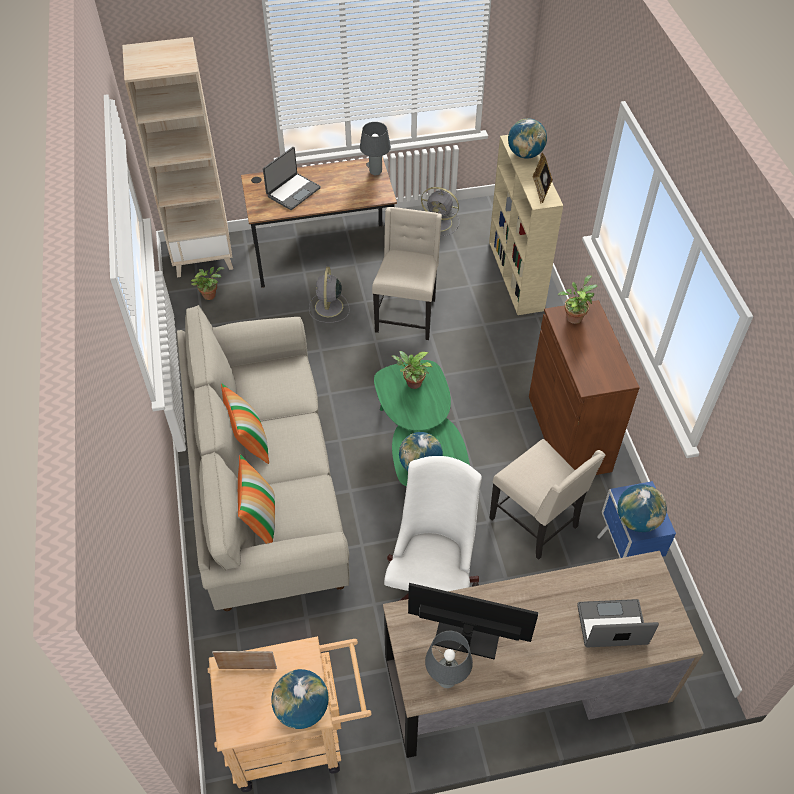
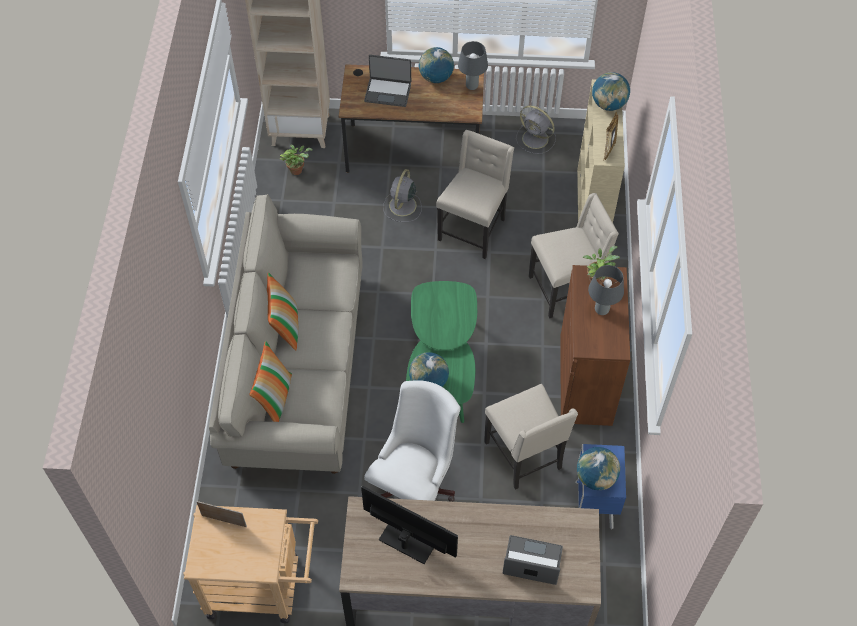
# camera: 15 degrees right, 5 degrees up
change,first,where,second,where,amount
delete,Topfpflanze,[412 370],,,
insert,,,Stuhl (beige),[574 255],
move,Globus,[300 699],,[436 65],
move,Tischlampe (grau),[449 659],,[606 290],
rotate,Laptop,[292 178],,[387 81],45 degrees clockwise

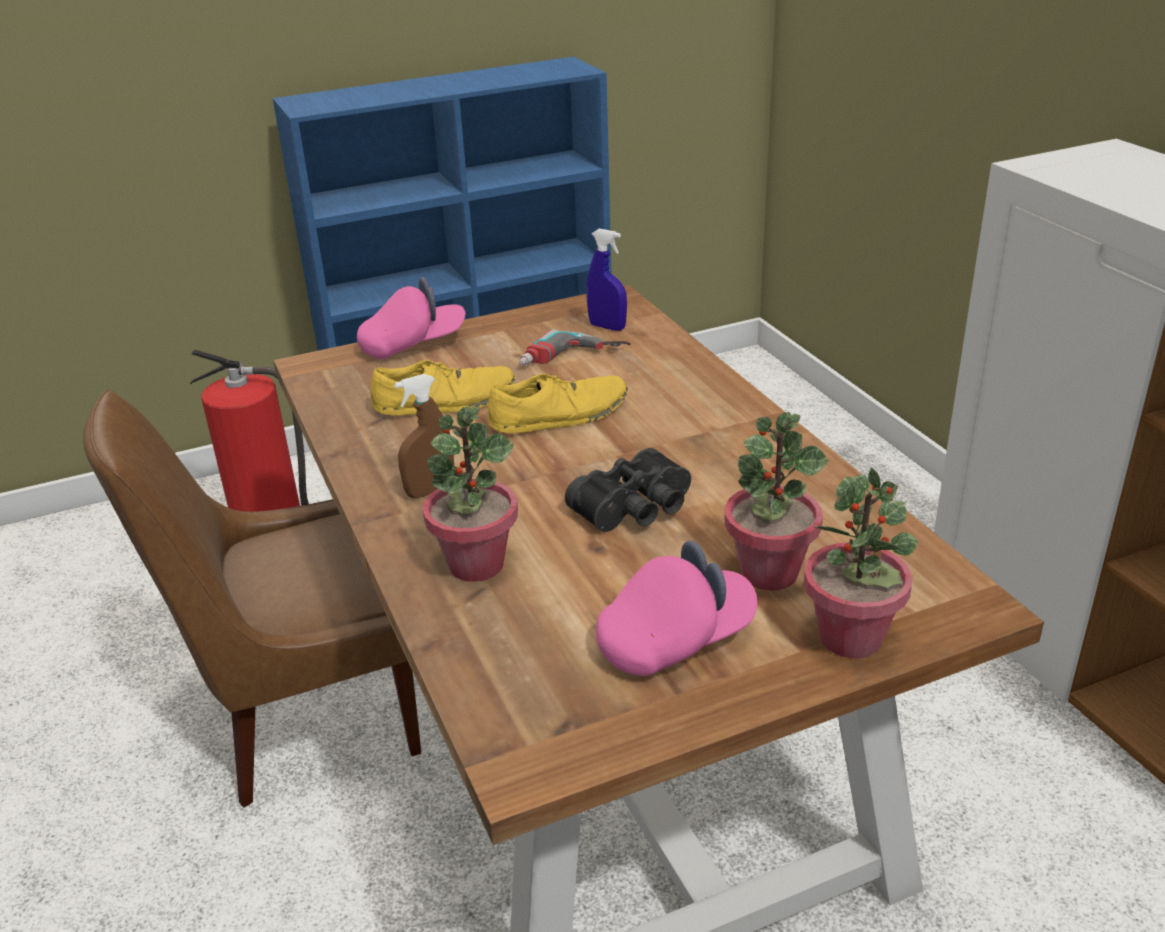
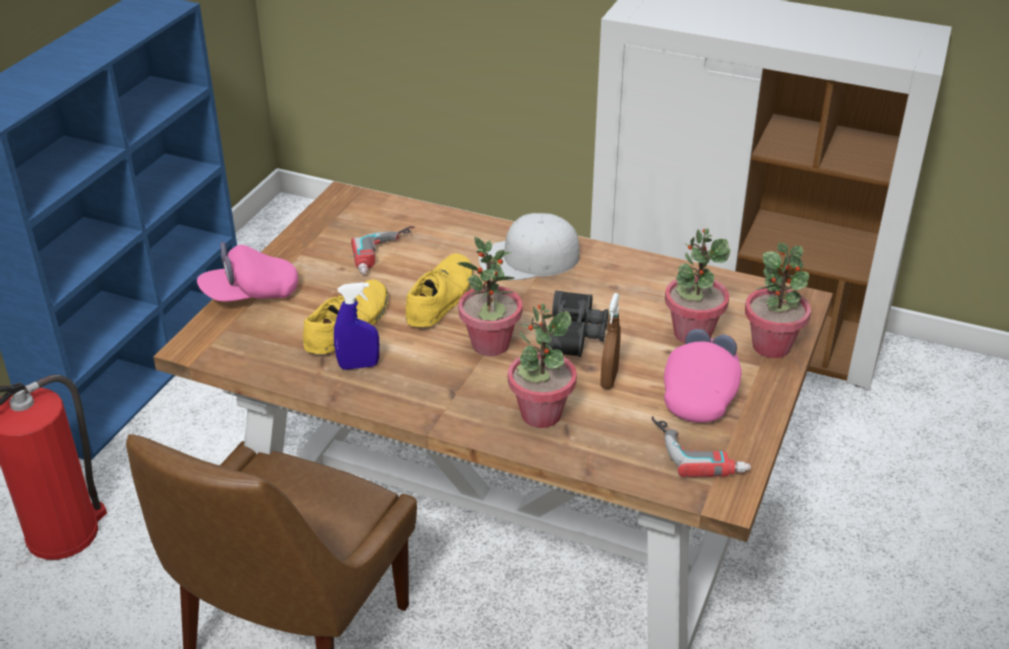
# camera: 45 degrees left, 5 degrees up
change,first,where,second,where,amount
insert,,,Topfpflanze,[489 296],
insert,,,Kappe (weiß),[529 246],
insert,,,Bohrmaschine,[701 446],
move,Sprühflasche (braun),[424 436],,[610 341],
move,Sprühflasche (blau),[607 280],,[357 326],
rotate,Kappe (rosa),[411 318],,[247 272],135 degrees counterclockwise

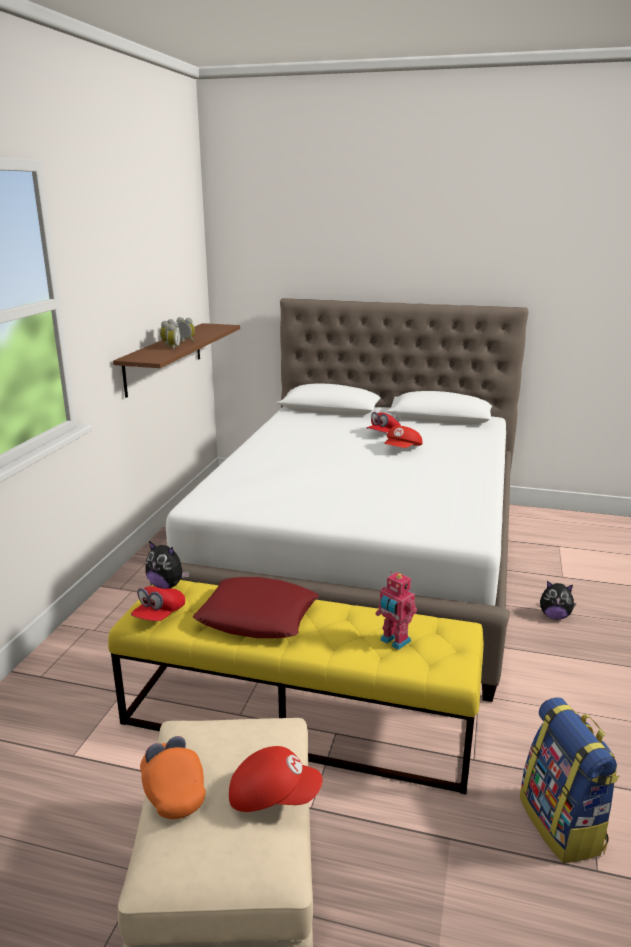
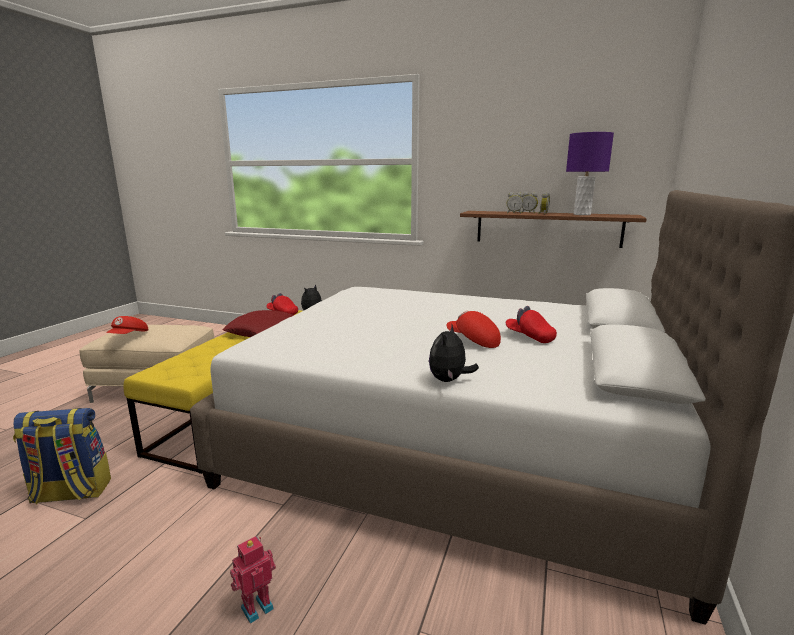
# camera: 95 degrees right, 5 degrees down
change,first,where,second,where,amount
delete,Kappe (orange),[173 777],,,
insert,,,Tischlampe (lila),[590 173],
move,Spielzeugroboter,[396 610],,[253 580],
move,Plüschtier,[558 600],,[454 353],

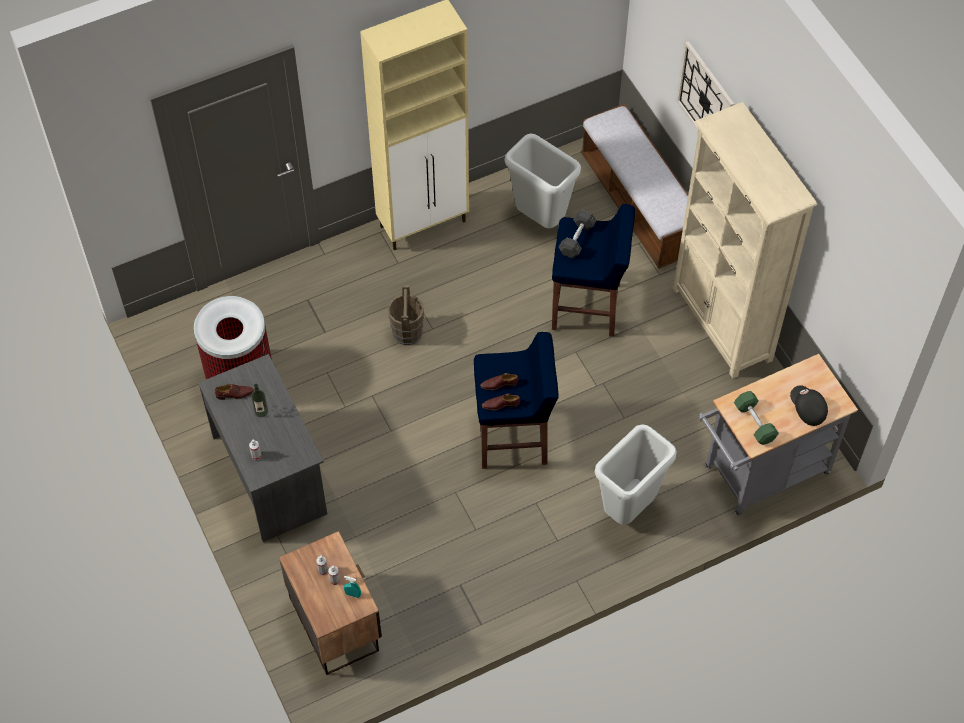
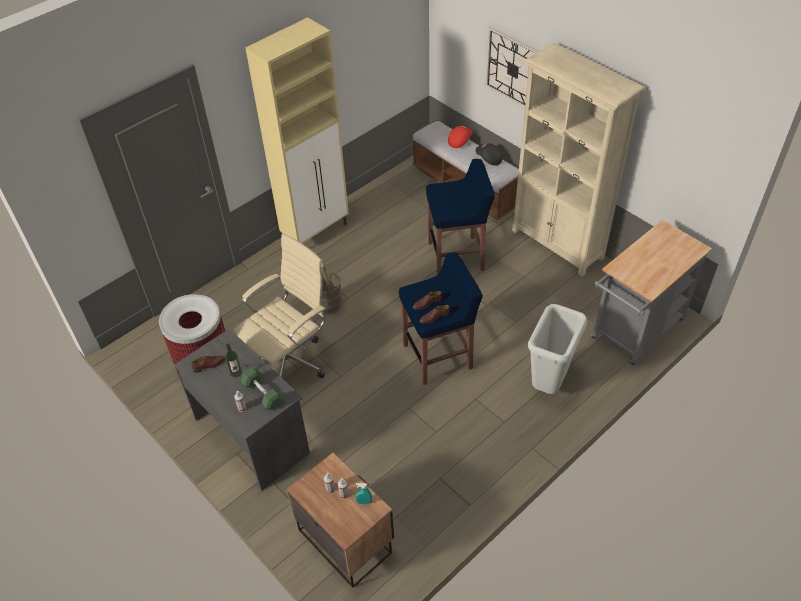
# camera: 15 degrees left, 10 degrees down
change,first,where,second,where,amount
delete,Mülleimer (grau),[543 181],,,
delete,Hantel (grau),[577 234],,,
insert,,,Bürostuhl (beige),[279 306],
insert,,,Kappe (rot),[460 137],
move,Hantel (grün),[756 418],,[262 388],
move,Kappe (schwarz),[809 405],,[489 154],

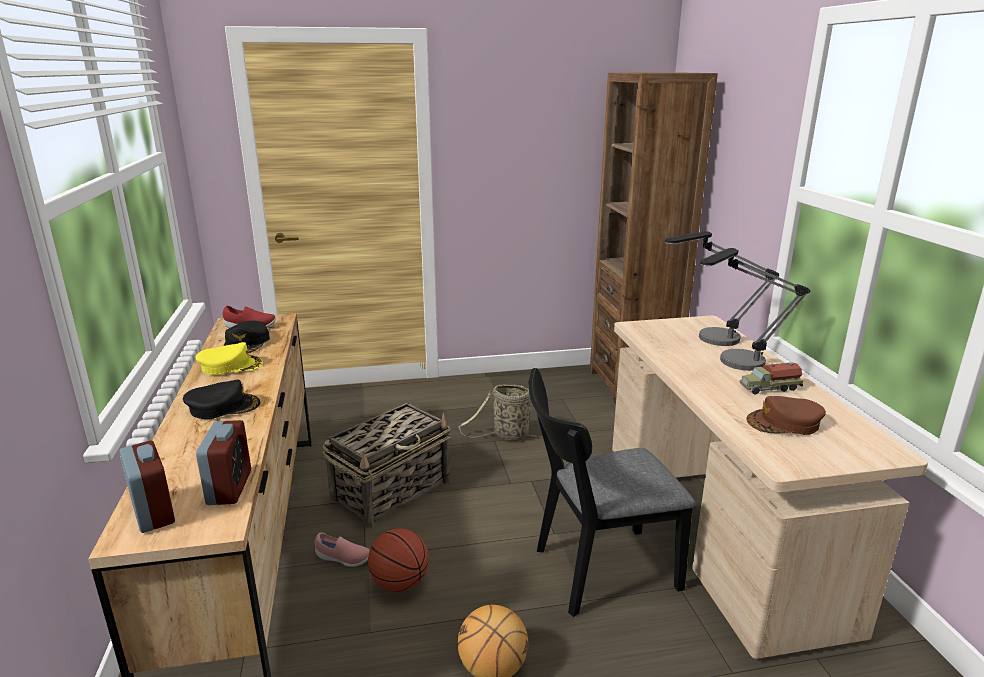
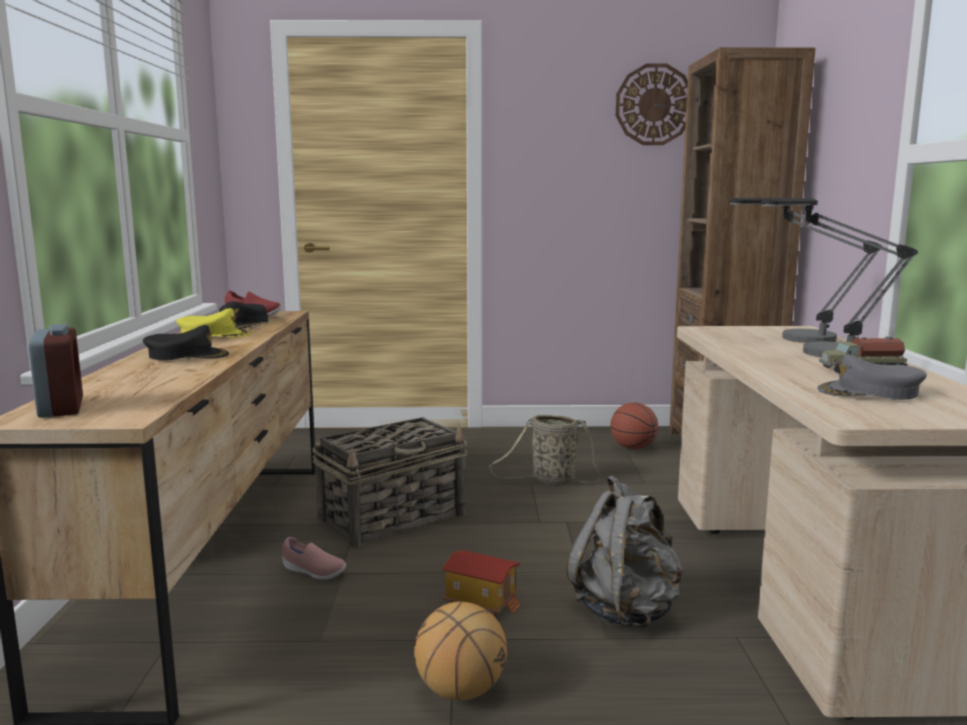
# camera: 10 degrees right, 10 degrees down
change,first,where,second,where,amount
delete,Wecker,[223 462],,,
insert,,,Spielzeughaus,[481 583],
insert,,,Wanduhr,[652 104],
move,Basketball,[398 560],,[634 426],
replace,Stuhl (schwarz),[612 492],Rucksack (grau),[625 551],
recolor,Kappe (braun),[786 415],Kappe (grau),[872 377],

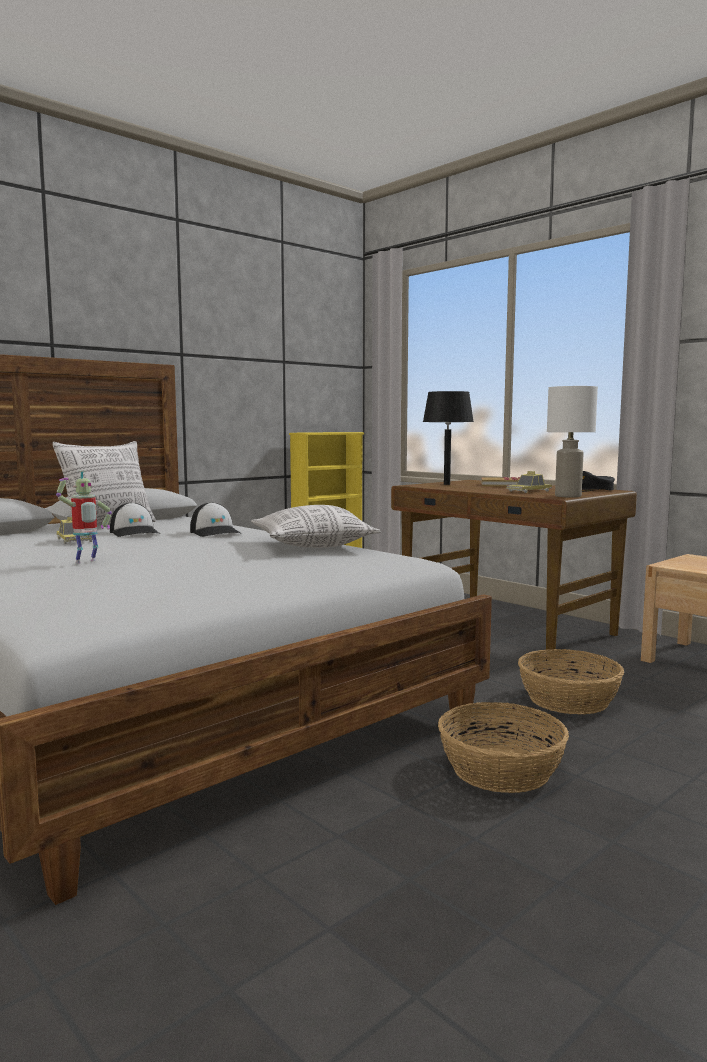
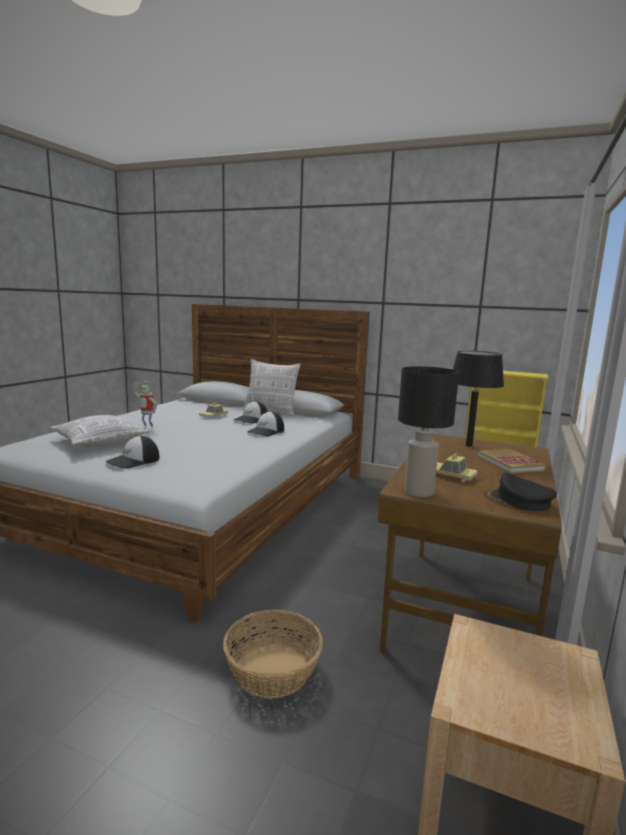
# camera: 65 degrees right, 5 degrees up
change,first,where,second,where,amount
delete,Korb,[503 747],,,
insert,,,Kappe,[132 452],
move,Kissen,[316 526],,[99 431],
recolor,Tischlampe (weiß),[572 442],Tischlampe (schwarz),[428 431],

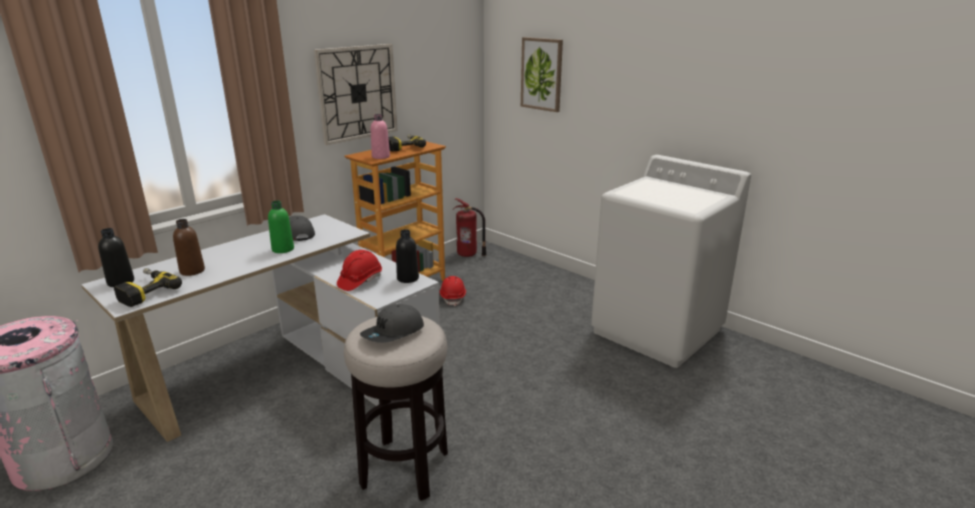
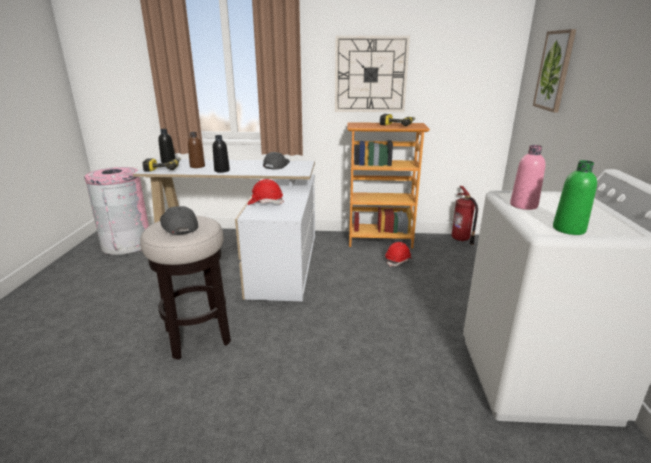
# camera: 50 degrees right, 0 degrees up
change,first,where,second,where,amount
move,Flasche (grün),[281 227],,[575 197],
move,Flasche (rosa),[380 136],,[527 177],
move,Flasche (schwarz),[407 256],,[221 154],
rotate,Kappe (grau),[392 323],,[179 220],60 degrees clockwise

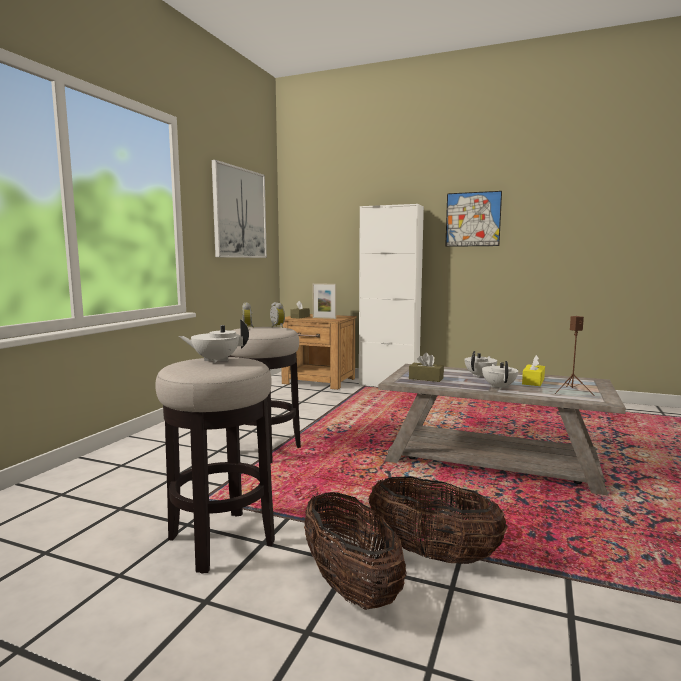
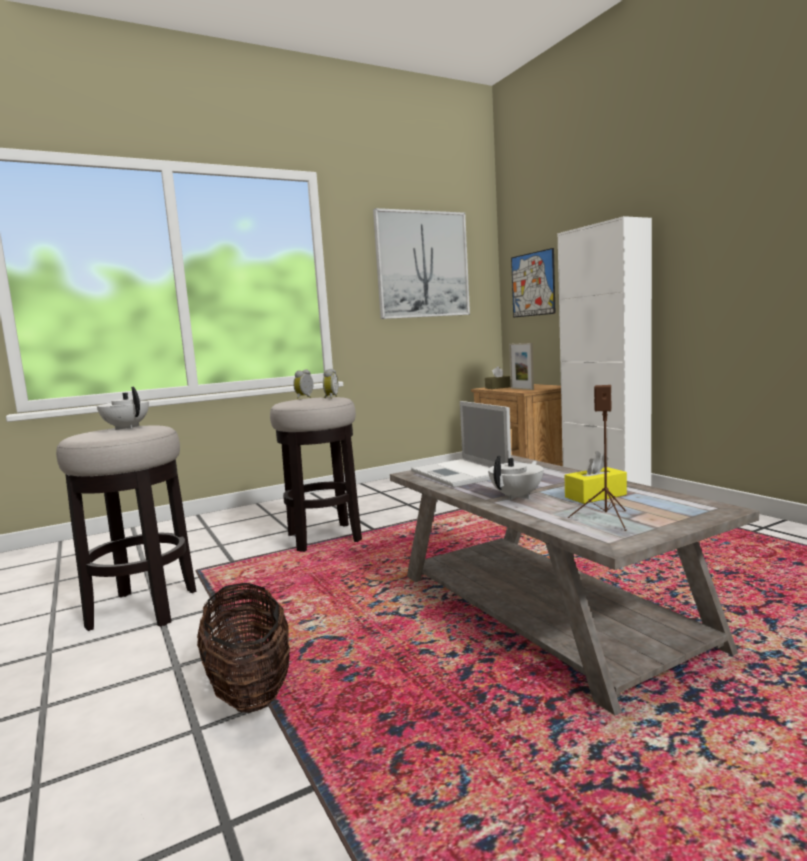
# camera: 40 degrees right, 0 degrees up
change,first,where,second,where,amount
delete,Korb,[355 551],,,
delete,Teekanne (weiß),[481 364],,,
move,Bild,[473 219],,[533 283],
replace,Taschentuchbox (braun),[426 367],Laptop,[461 444],

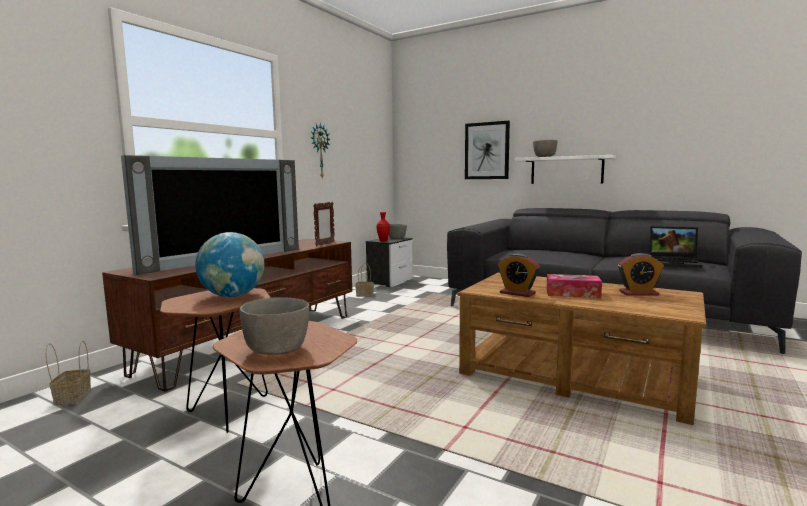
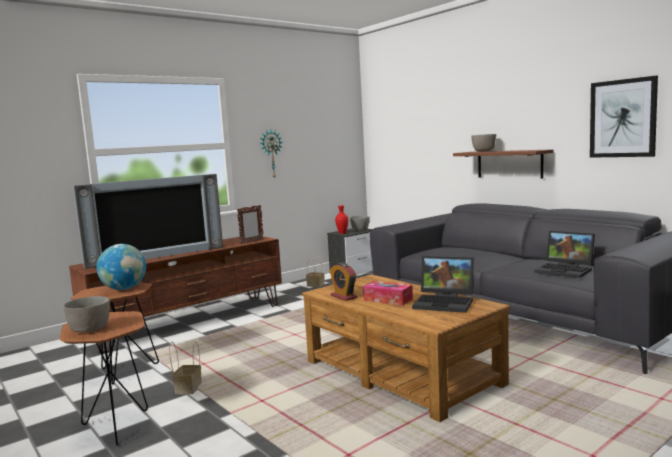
# camera: 20 degrees right, 0 degrees up
change,first,where,second,where,amount
move,Korb,[68 373],,[185 368],
move,Bild,[487 150],,[624 117],
replace,Wecker,[641 274],Laptop,[443 284],
recolor,Wandregal (weiß),[565 169],Wandregal (braun),[503 164],

